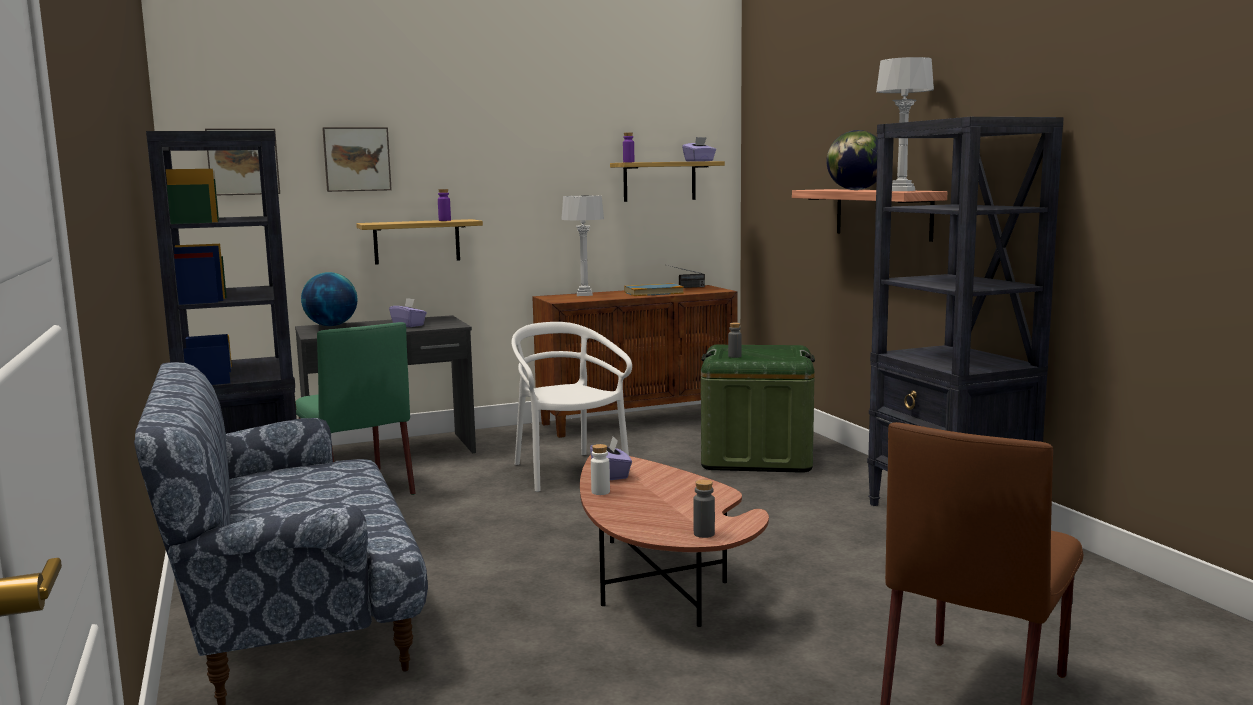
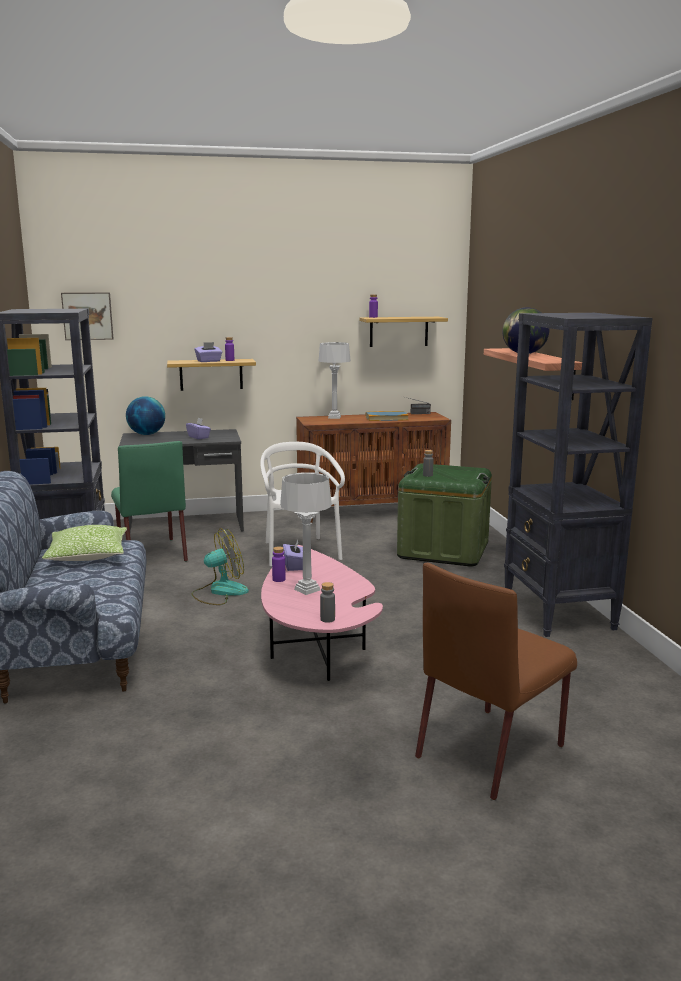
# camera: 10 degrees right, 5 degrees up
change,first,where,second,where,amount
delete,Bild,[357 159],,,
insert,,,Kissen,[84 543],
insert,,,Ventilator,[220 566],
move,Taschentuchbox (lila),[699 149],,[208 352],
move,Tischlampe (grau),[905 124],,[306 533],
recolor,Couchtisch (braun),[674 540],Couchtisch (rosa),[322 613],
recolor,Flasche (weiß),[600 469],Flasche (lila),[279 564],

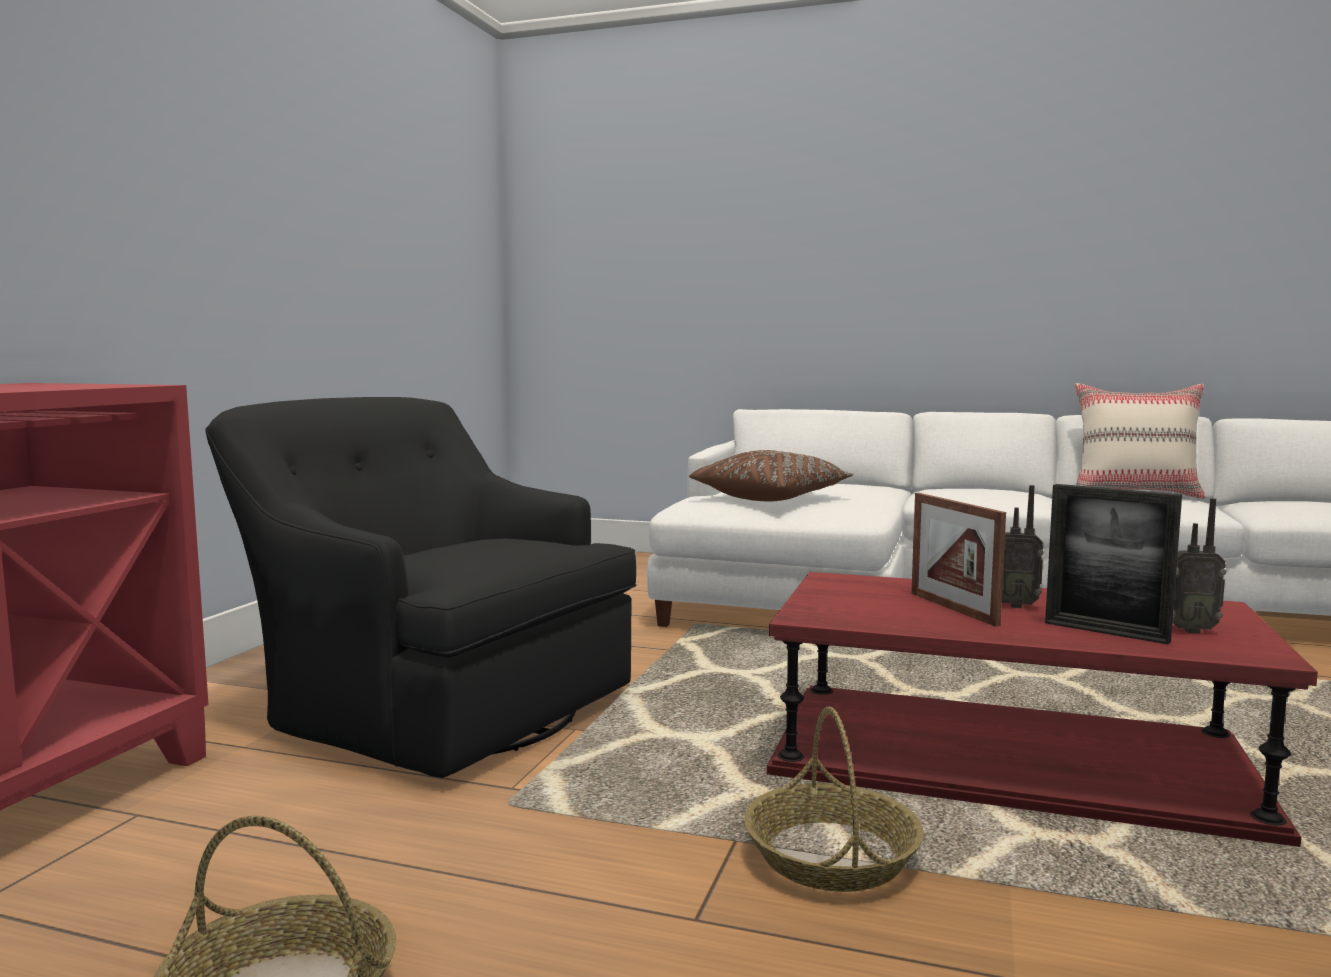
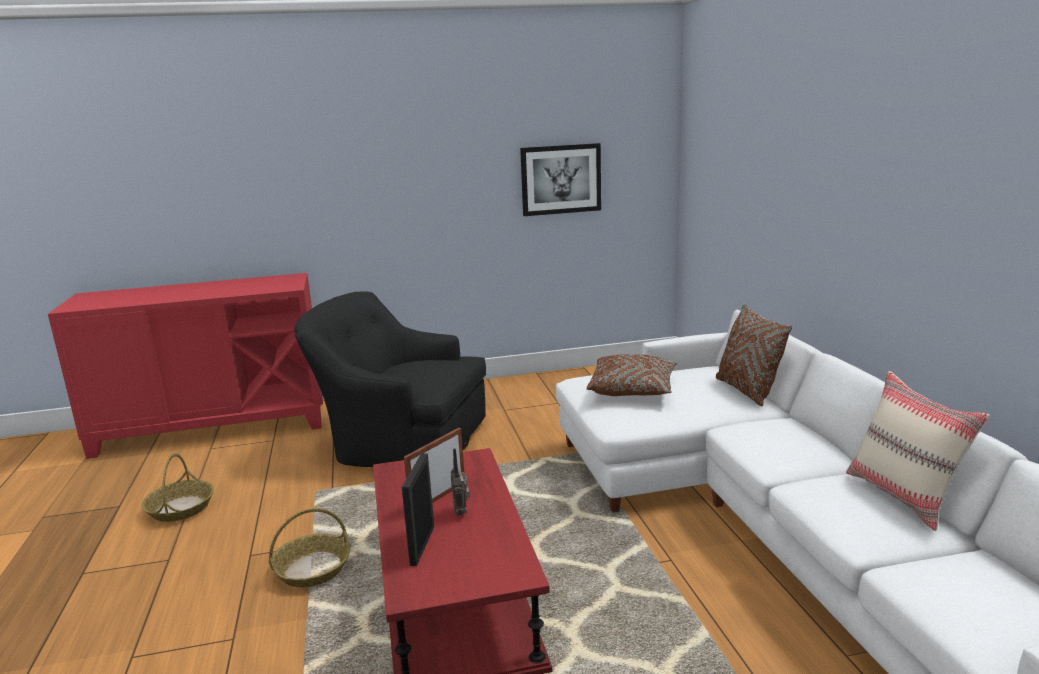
# camera: 60 degrees right, 10 degrees up
change,first,where,second,where,amount
delete,Radio,[1199 566],,,
insert,,,Bild,[560 179],
insert,,,Kissen (braun),[754 354],
rotate,Sessel (schwarz),[420 587],,[390 379],75 degrees counterclockwise

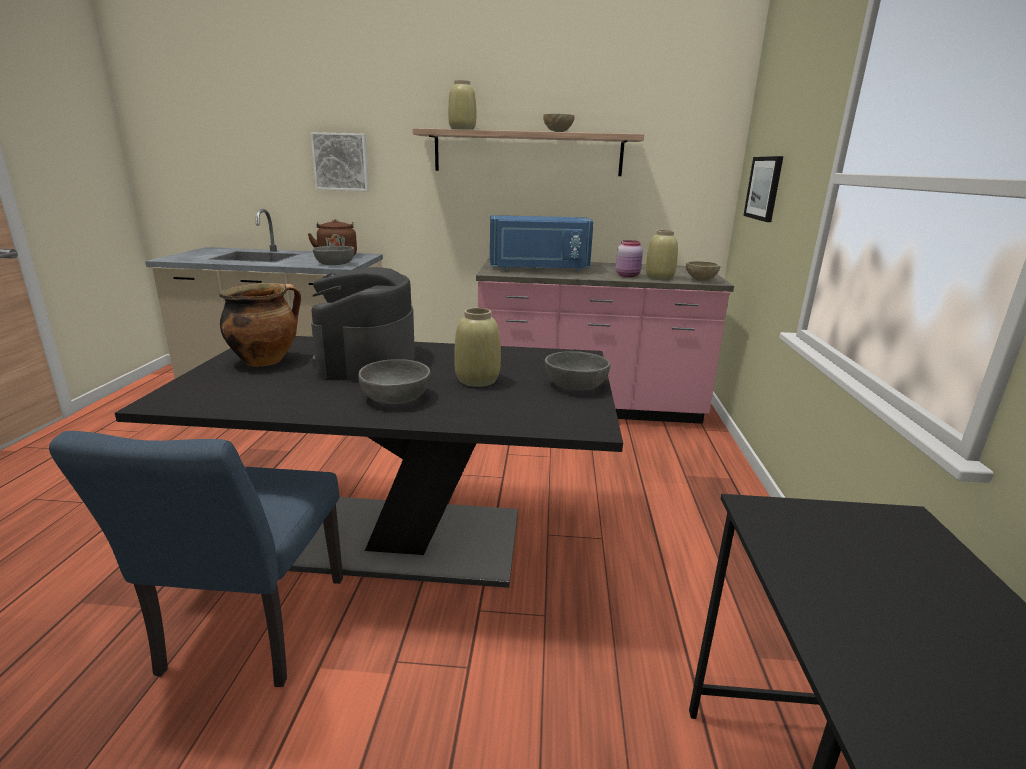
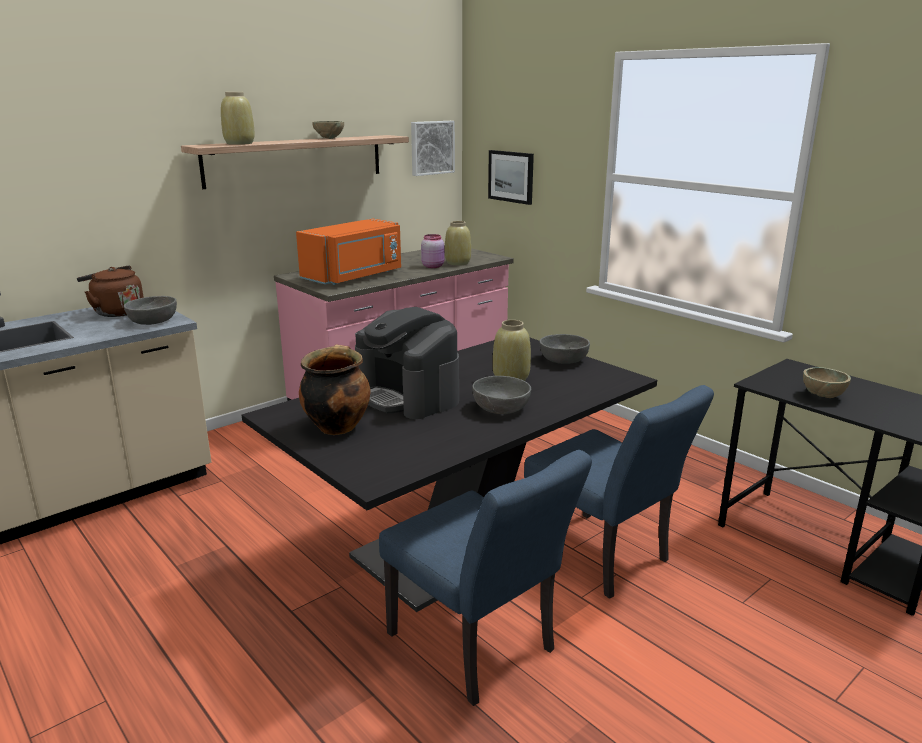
# camera: 45 degrees left, 0 degrees up
change,first,where,second,where,amount
insert,,,Stuhl (blau),[619 492],
move,Bild,[339 161],,[433 148],
move,Schüssel (beige),[703 271],,[827 382],
recolor,Mikrowelle (blau),[542 243],Mikrowelle (orange),[348 251],

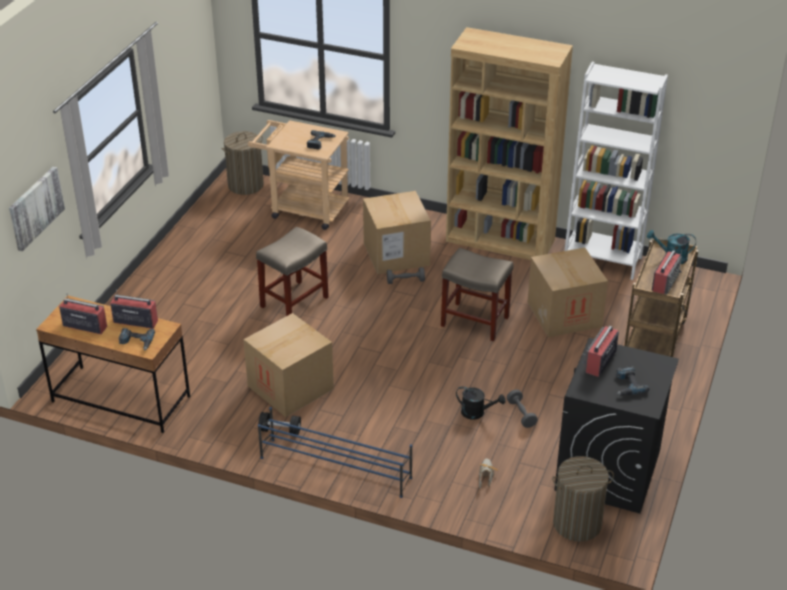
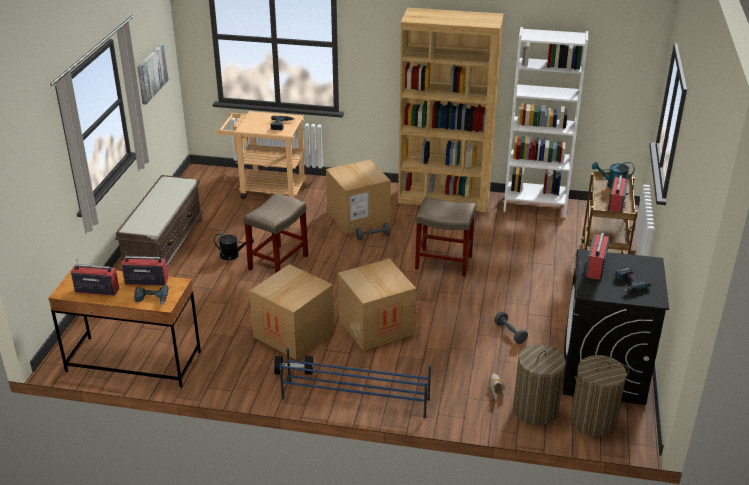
# camera: 10 degrees left, 5 degrees down
change,first,where,second,where,amount
insert,,,Bank (braun),[159 223],
move,Bild,[37 208],,[153 74],
move,Wäschekorb,[242 163],,[539 385],
move,Gießkanne (schwarz),[480 403],,[234 246],
move,Karton,[567 292],,[377 305],

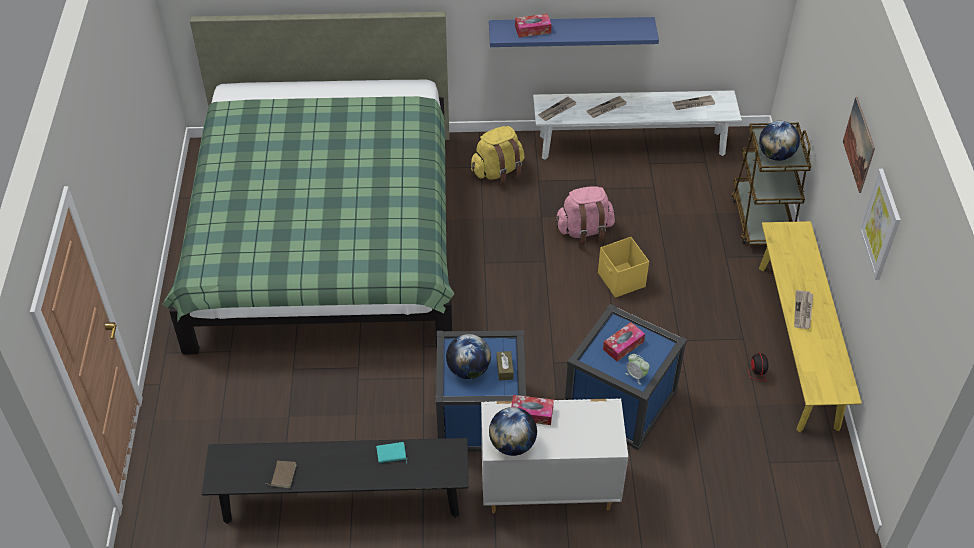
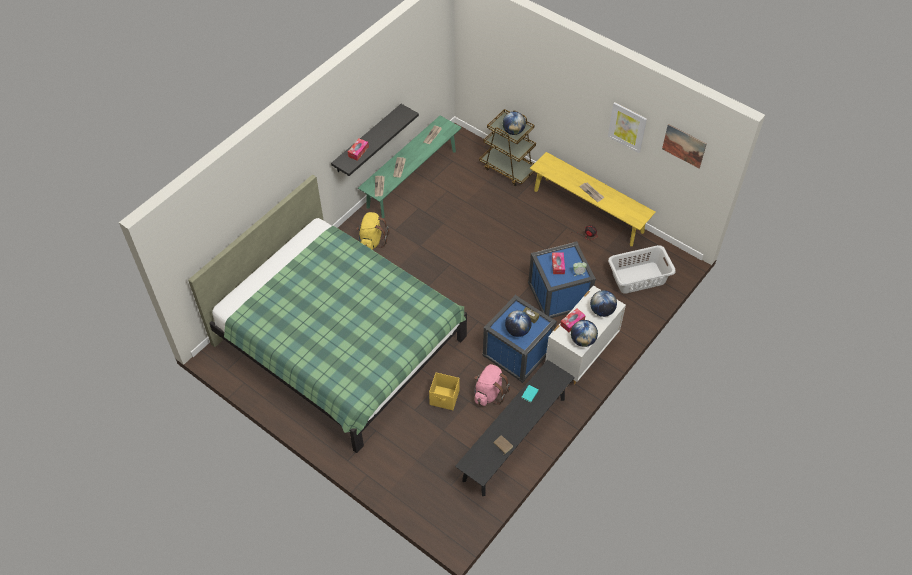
# camera: 50 degrees left, 5 degrees up
change,first,where,second,where,amount
insert,,,Globus,[603 303],
insert,,,Wäschekorb (grau),[642 269],
move,Rucksack (rosa),[585 216],,[492 385],
move,Aufbewahrungsbox (gelb),[623 267],,[444 391],
move,Bild,[859 145],,[684 146],
recolor,Wandregal (blau),[574 32],Wandregal (schwarz),[375 140],
recolor,Bank (weiß),[637 125],Bank (grün),[410 167],

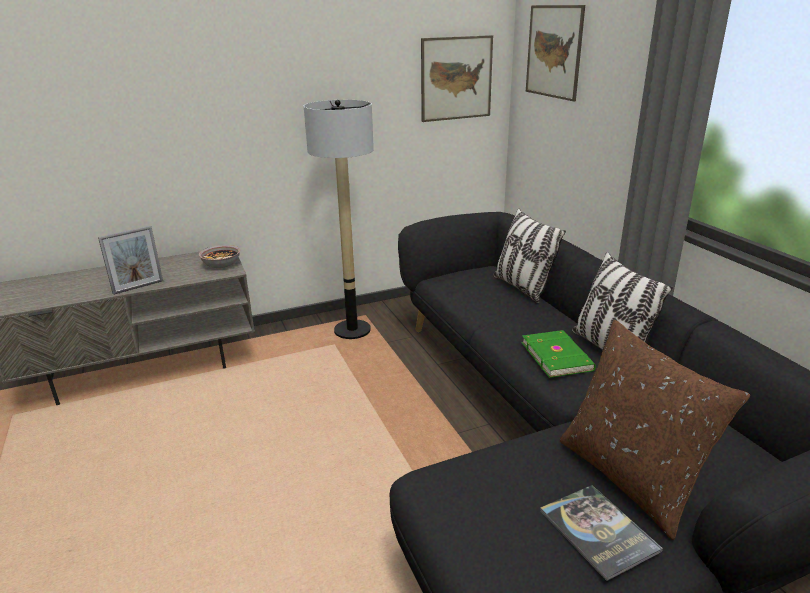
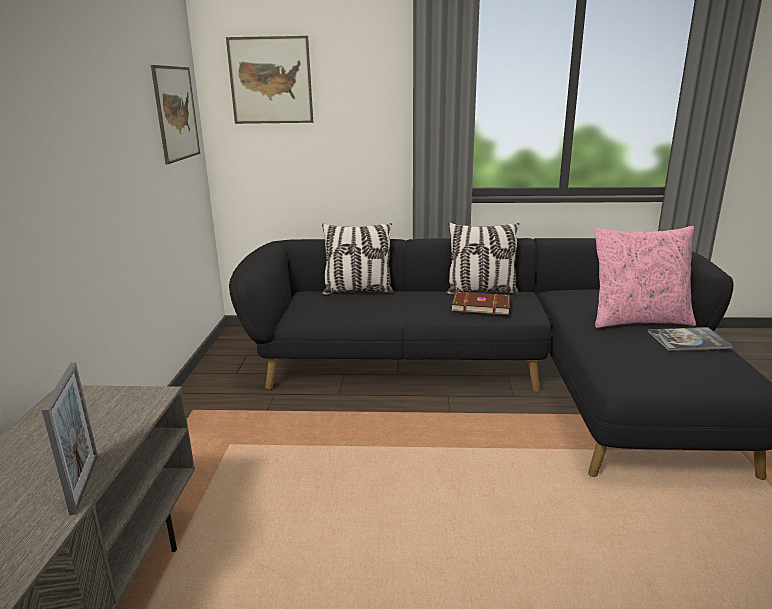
# camera: 65 degrees left, 5 degrees down
change,first,where,second,where,amount
delete,Schüssel,[219 256],,,
delete,Stehlampe,[339 219],,,
recolor,Buch (grün),[559 354],Buch (braun),[480 303],
recolor,Kissen (braun),[655 430],Kissen (rosa),[645 277],

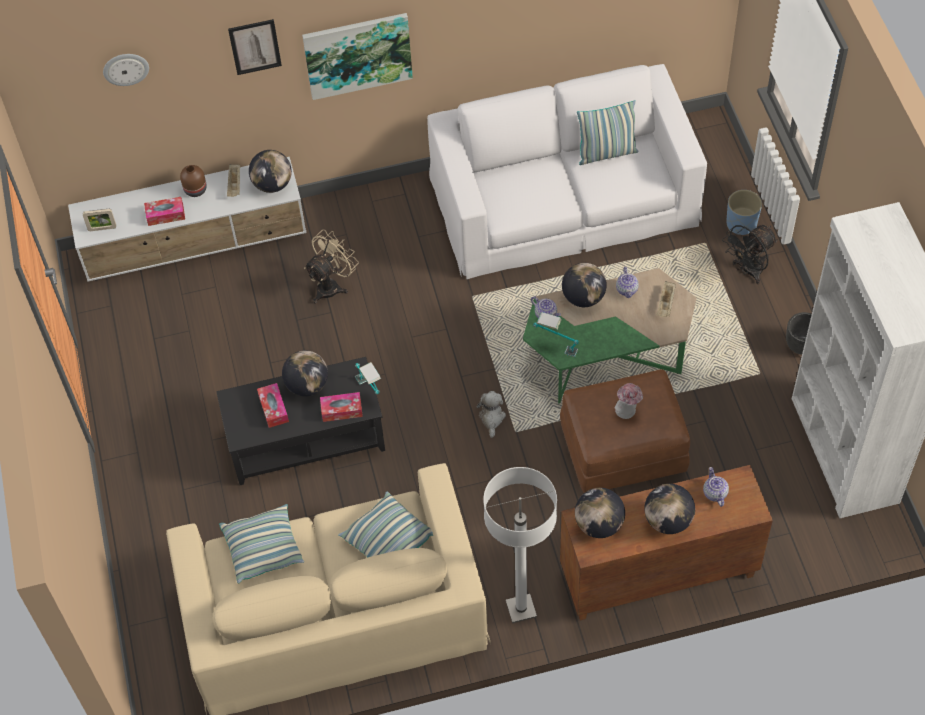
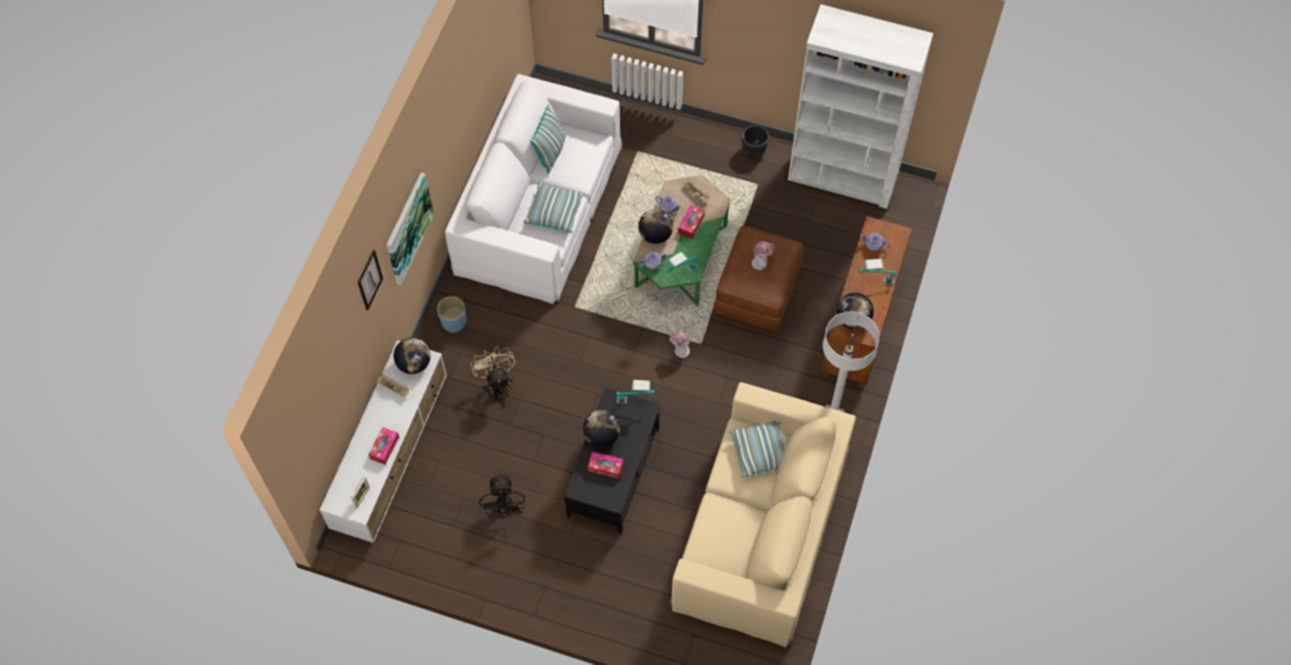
# camera: 60 degrees left, 5 degrees up
change,first,where,second,where,amount
delete,Wanduhr,[126 70],,,
delete,Vase (braun),[193 181],,,
move,Kissen,[261 543],,[554 207],
move,Taschentuchbox,[341 407],,[691 222],
move,Ventilator (schwarz),[750 254],,[502 496],
move,Pflanzkübel (blau),[744 212],,[452 314],
replace,Plüschtier,[491 414],Hut,[680 344],
replace,Globus,[669 509],Tischlampe,[877 272],

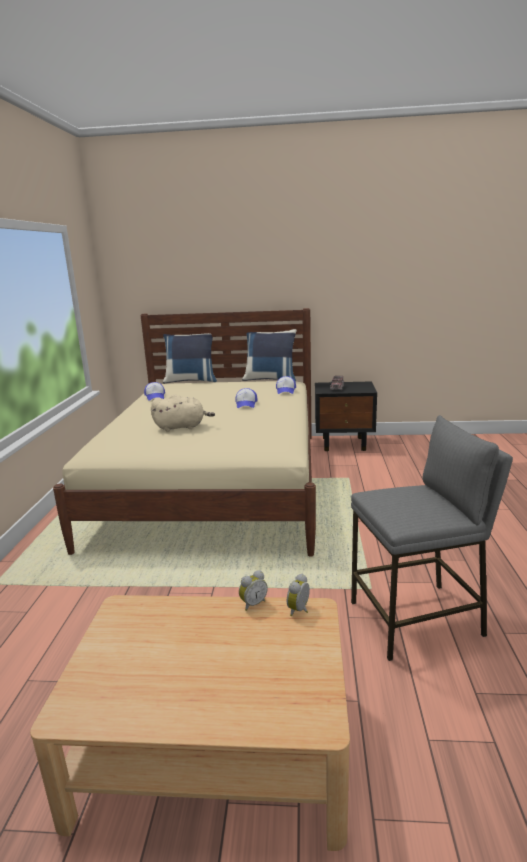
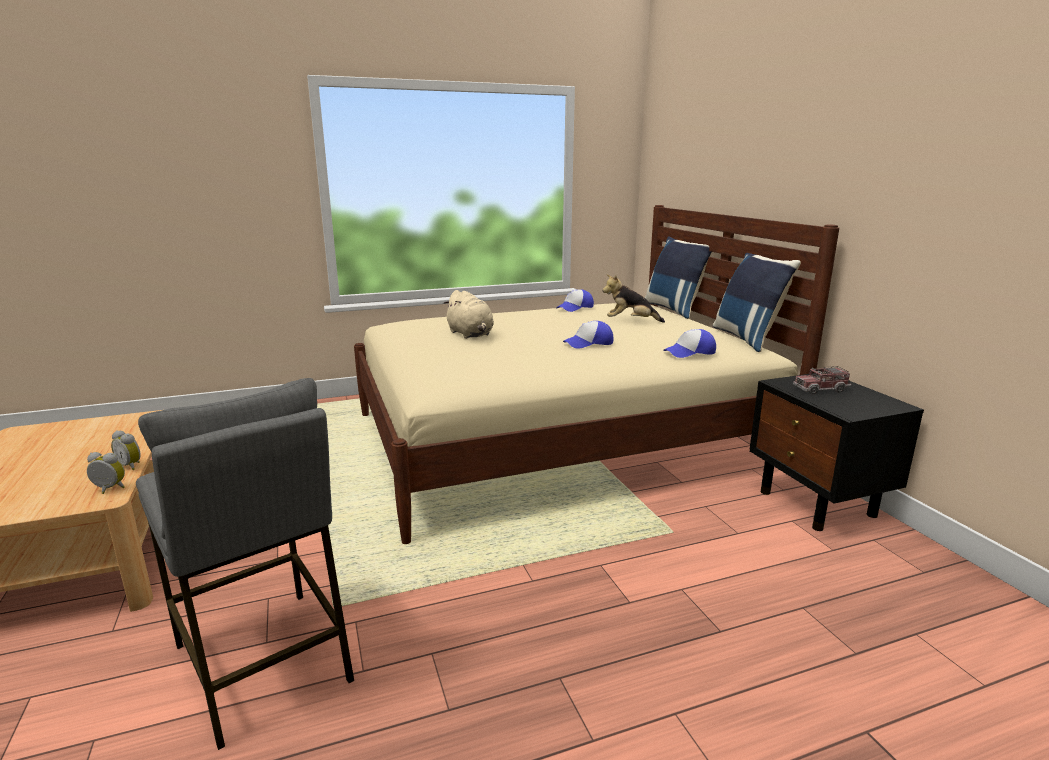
# camera: 65 degrees right, 0 degrees up
change,first,where,second,where,amount
insert,,,Plüschtier,[633 298],

